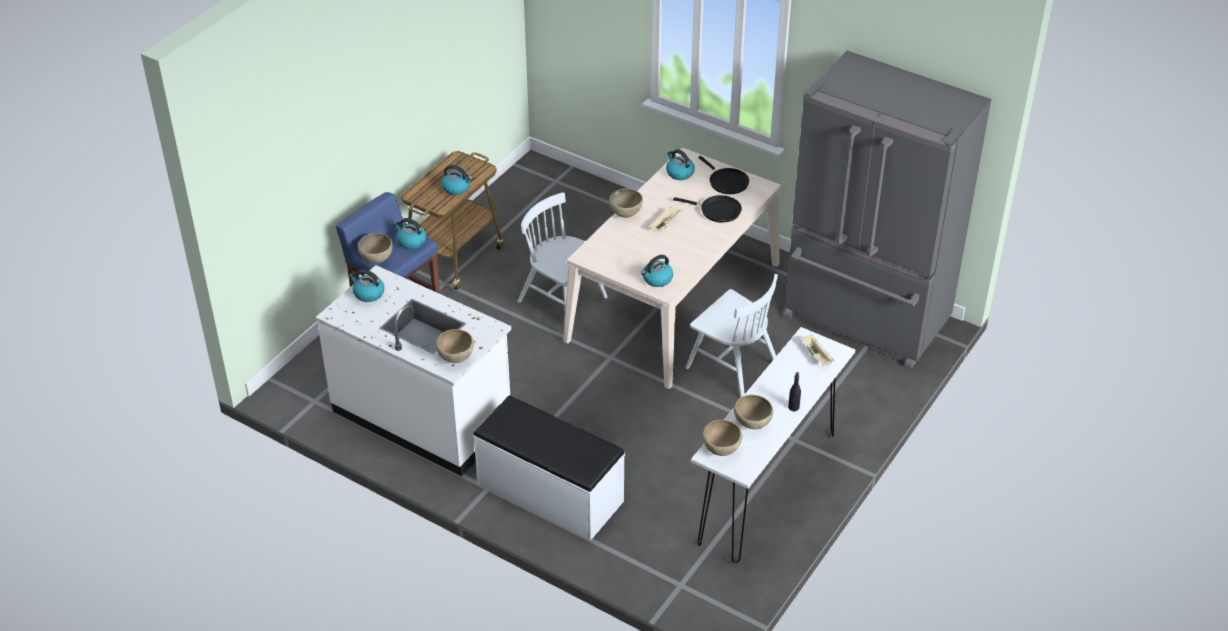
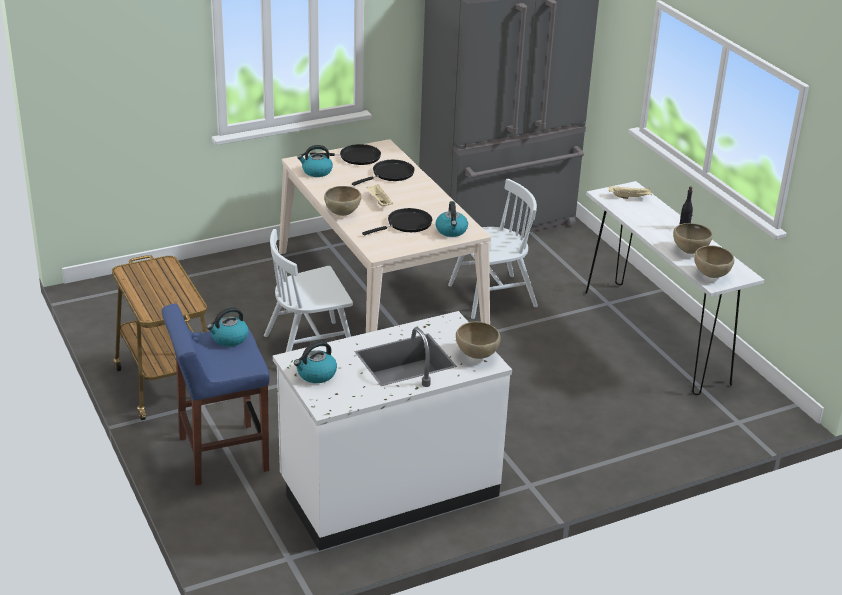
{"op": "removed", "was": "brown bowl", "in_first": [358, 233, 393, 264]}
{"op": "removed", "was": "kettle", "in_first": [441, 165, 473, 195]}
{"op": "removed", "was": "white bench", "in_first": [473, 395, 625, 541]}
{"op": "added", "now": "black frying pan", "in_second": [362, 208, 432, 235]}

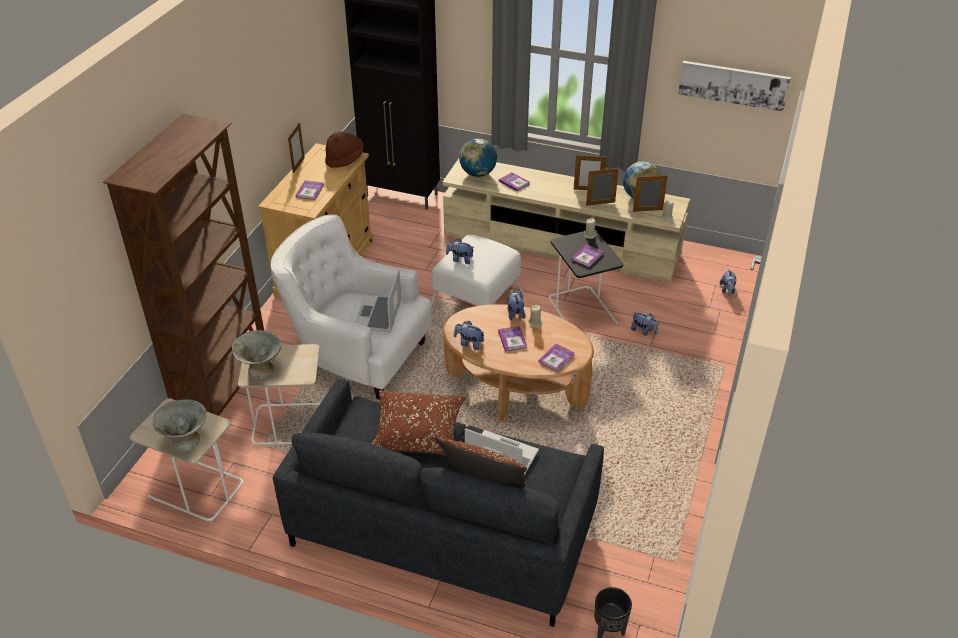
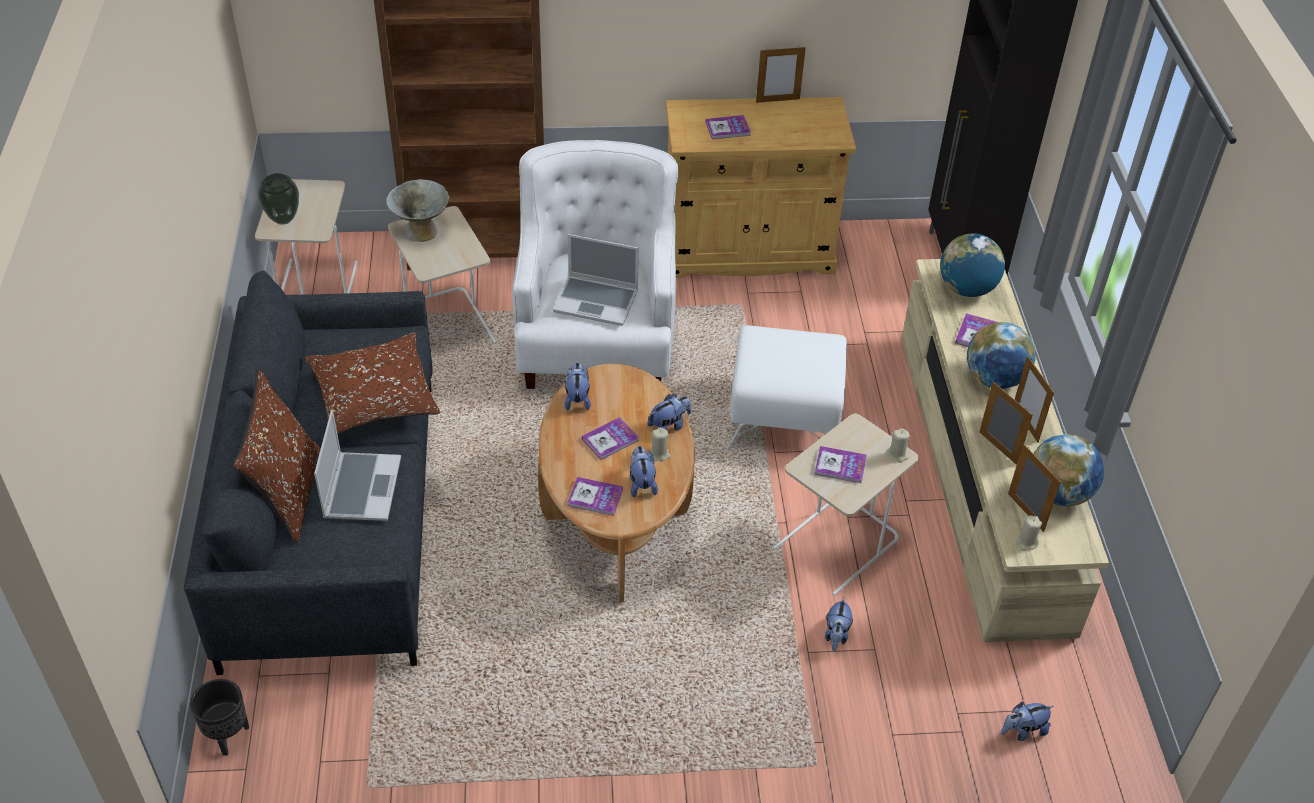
{"op": "replaced", "was": "grey bowl", "now": "vase", "in_first": [153, 399, 207, 452], "in_second": [258, 173, 299, 225]}
{"op": "removed", "was": "brown hat", "in_first": [325, 131, 363, 168]}
{"op": "turned", "was": "laptop", "in_first": [354, 269, 402, 333], "in_second": [553, 234, 639, 326], "clockwise": -150}
{"op": "moved", "was": "plush toy", "in_first": [446, 238, 475, 264], "in_second": [630, 446, 658, 497]}
{"op": "recoloured", "was": "black side table", "now": "beige side table", "in_first": [548, 230, 623, 324], "in_second": [772, 414, 919, 596]}
{"op": "removed", "was": "picture", "in_first": [678, 61, 791, 111]}
{"op": "added", "now": "globe", "in_second": [967, 322, 1035, 389]}

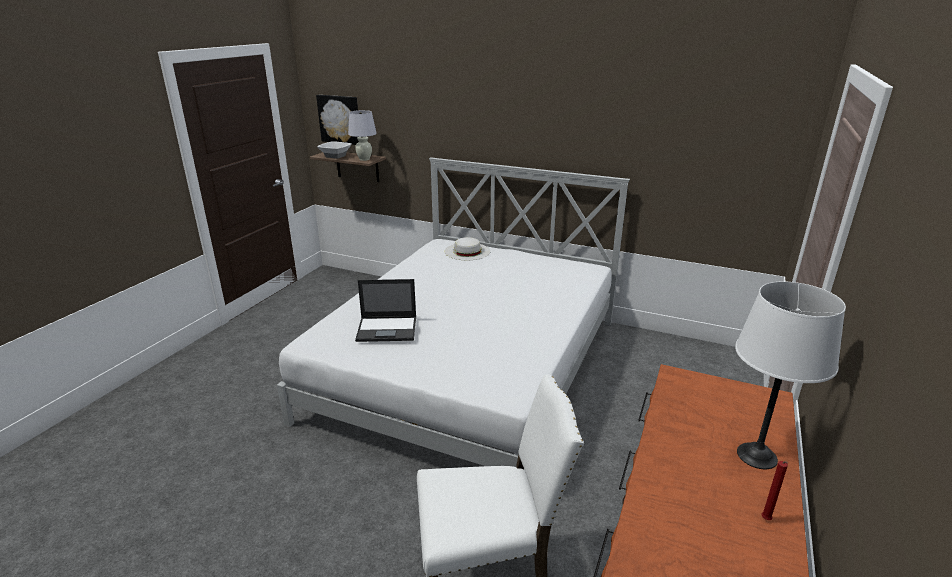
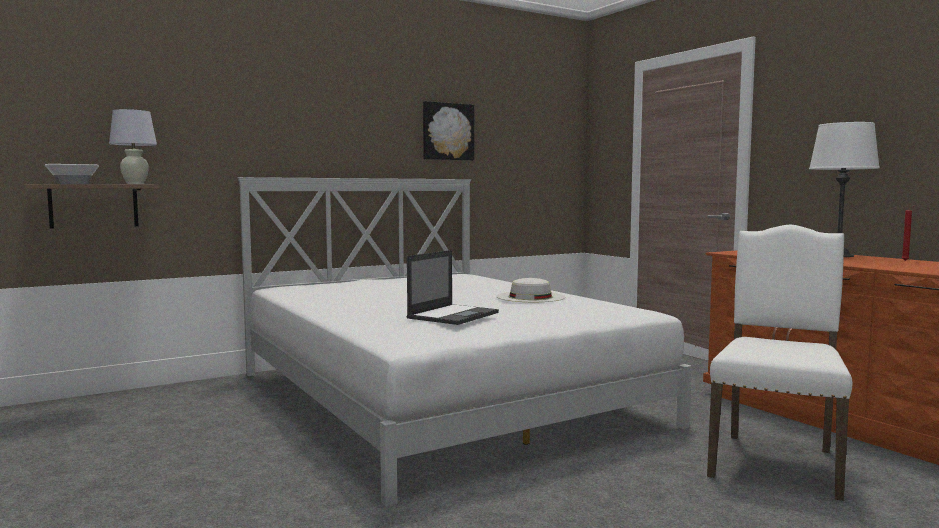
{"op": "moved", "was": "picture", "in_first": [316, 95, 359, 145], "in_second": [423, 101, 474, 161]}
{"op": "moved", "was": "white hat", "in_first": [445, 237, 490, 260], "in_second": [496, 278, 565, 302]}

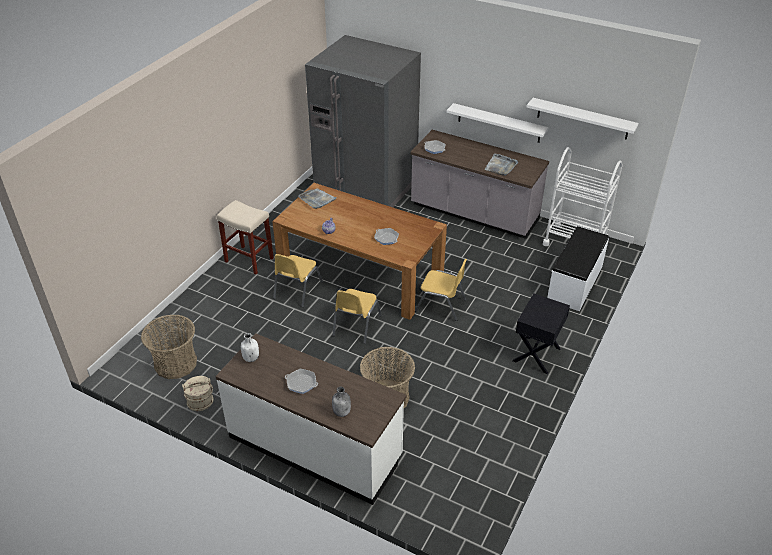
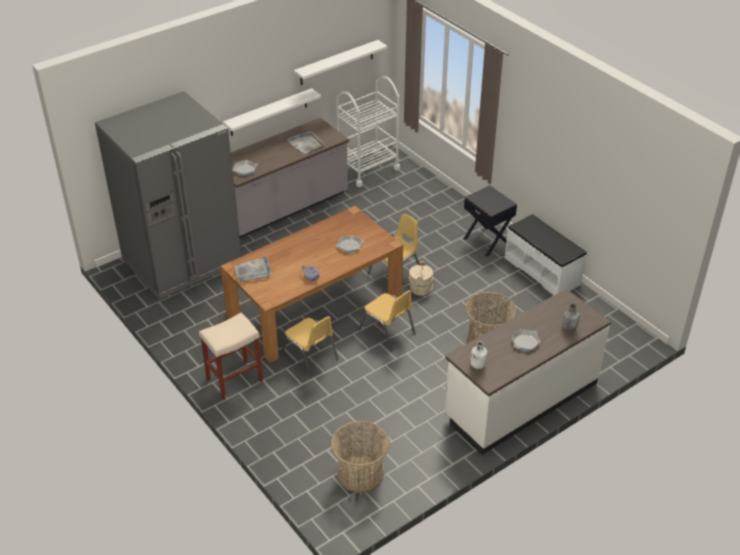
{"op": "moved", "was": "beige bucket", "in_first": [182, 376, 214, 411], "in_second": [409, 261, 434, 295]}
{"op": "moved", "was": "white bench", "in_first": [547, 226, 609, 311], "in_second": [505, 214, 587, 295]}

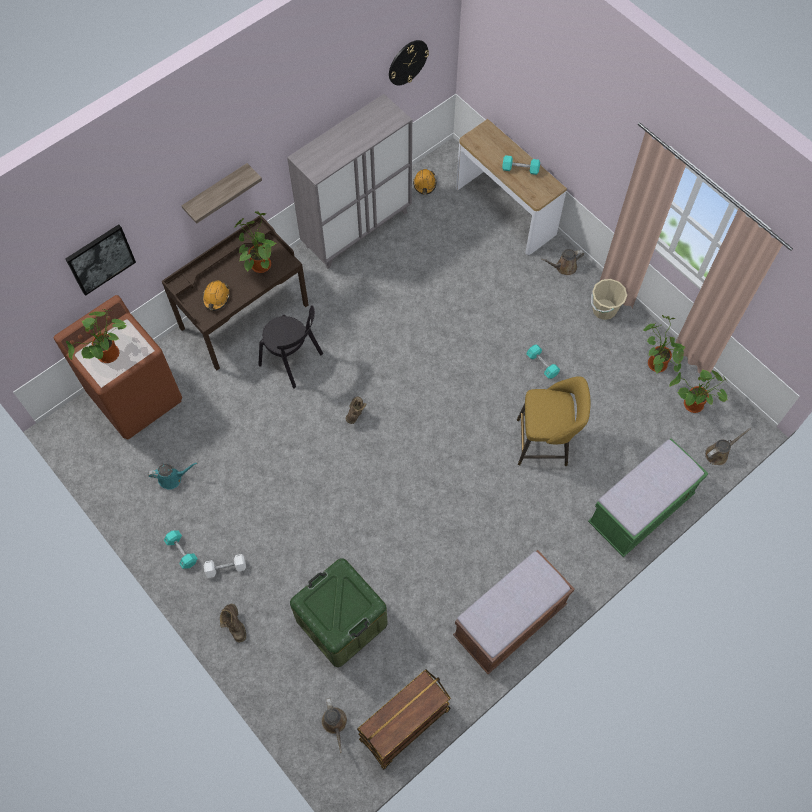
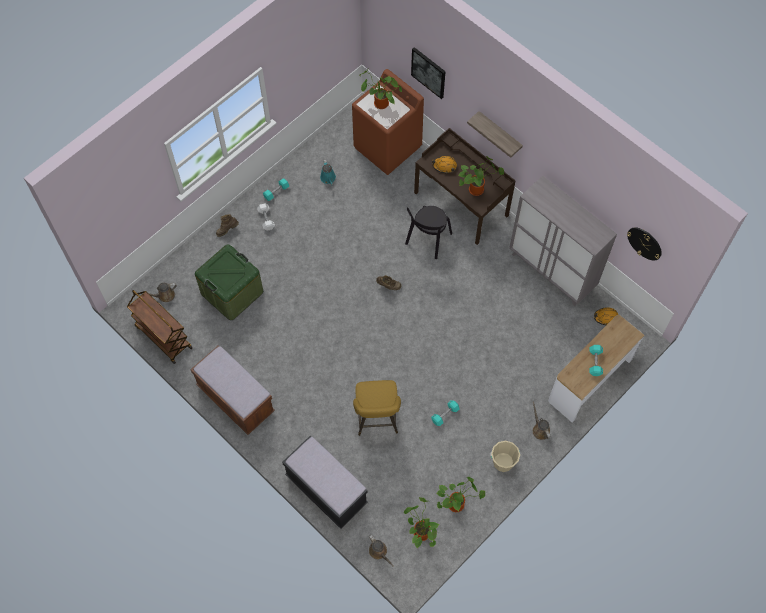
{"op": "recoloured", "was": "green bench", "now": "black bench", "in_first": [588, 439, 708, 557], "in_second": [282, 436, 368, 529]}

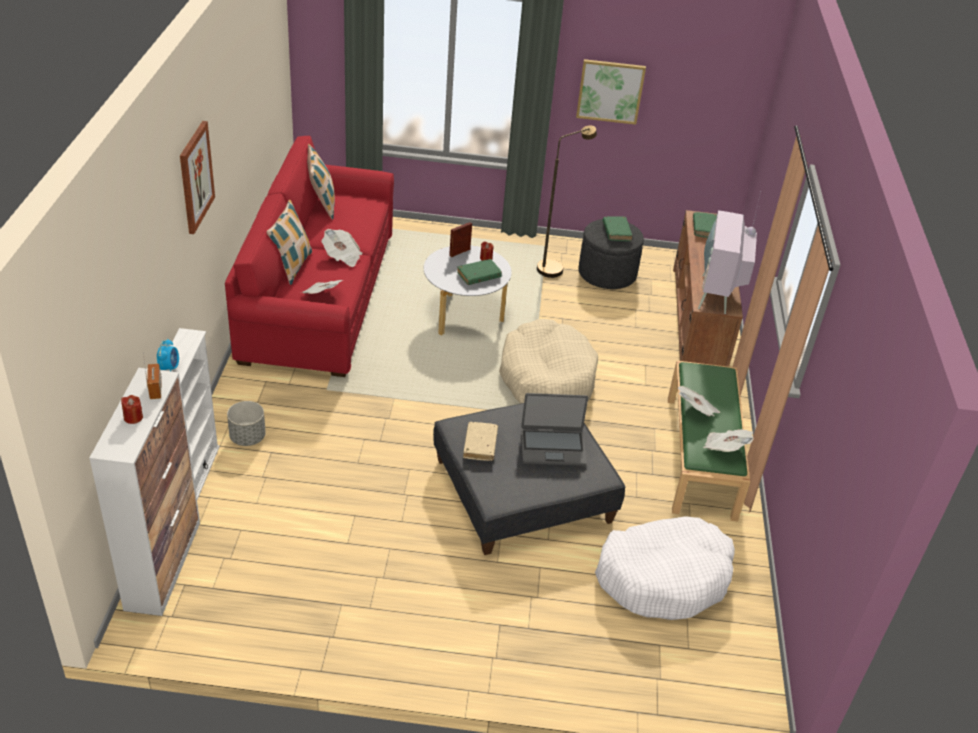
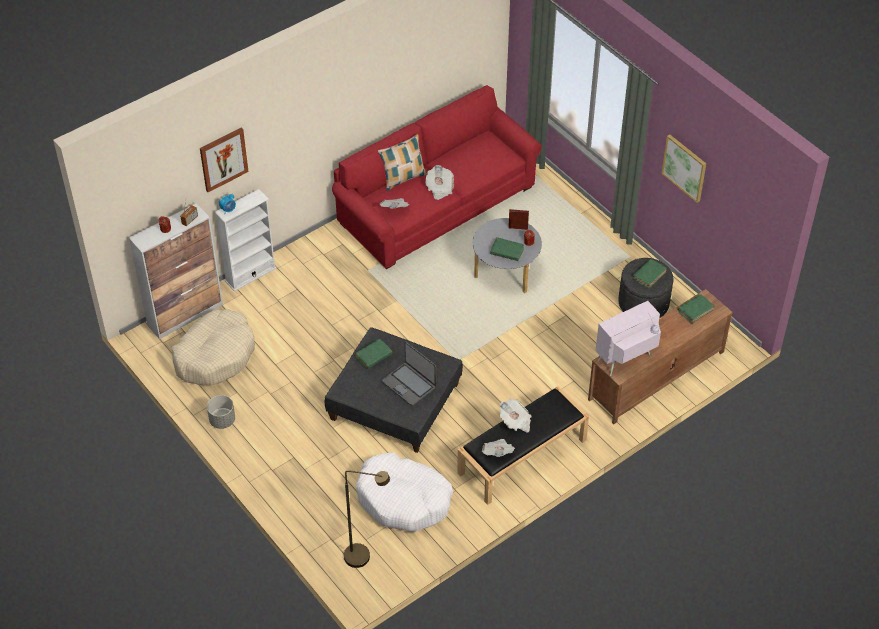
{"op": "moved", "was": "picture", "in_first": [180, 121, 215, 234], "in_second": [200, 127, 249, 192]}
{"op": "moved", "was": "grey planter", "in_first": [227, 401, 266, 446], "in_second": [207, 395, 235, 429]}
{"op": "removed", "was": "pillow", "in_first": [307, 144, 335, 220]}
{"op": "recoloured", "was": "beige book", "now": "green book", "in_first": [463, 422, 498, 461], "in_second": [355, 339, 392, 369]}
{"op": "moved", "was": "beige dog bed", "in_first": [499, 319, 598, 403], "in_second": [172, 309, 255, 385]}
{"op": "moved", "was": "brown floor lamp", "in_first": [537, 126, 597, 278], "in_second": [344, 471, 390, 568]}
{"op": "recoloured", "was": "green bench", "now": "black bench", "in_first": [668, 361, 750, 521], "in_second": [457, 386, 589, 505]}

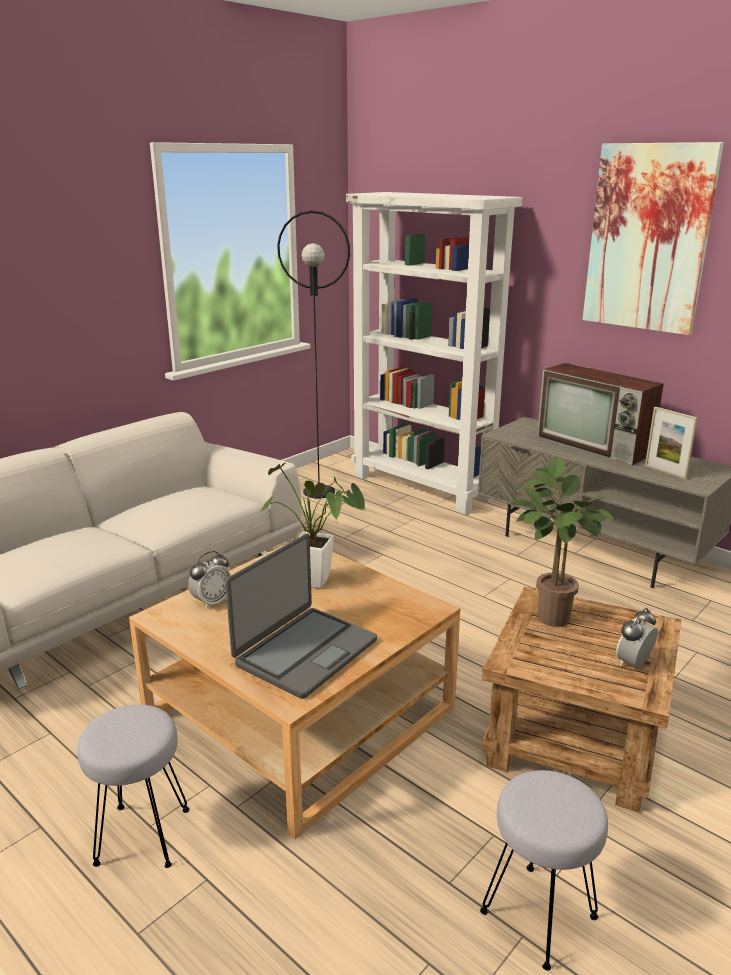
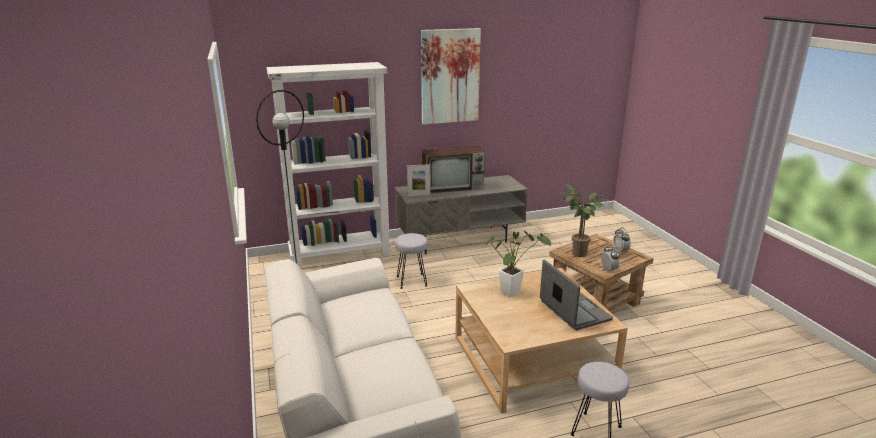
{"op": "moved", "was": "alarm clock", "in_first": [188, 551, 231, 609], "in_second": [601, 245, 620, 272]}
{"op": "moved", "was": "grey stool", "in_first": [480, 770, 608, 971], "in_second": [395, 233, 428, 289]}
{"op": "moved", "was": "picture frame", "in_first": [645, 407, 698, 479], "in_second": [407, 164, 430, 196]}

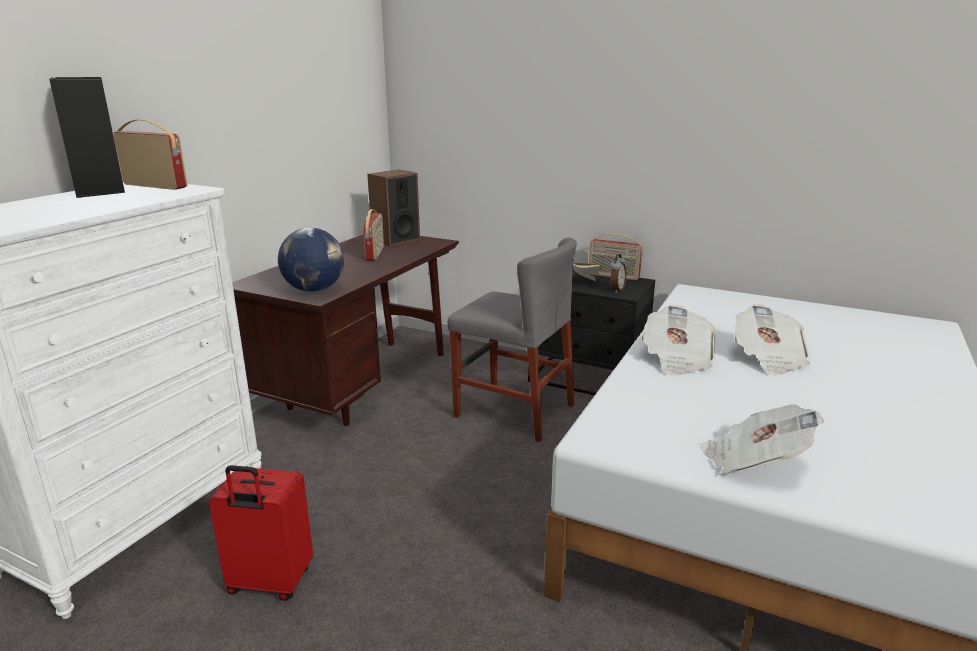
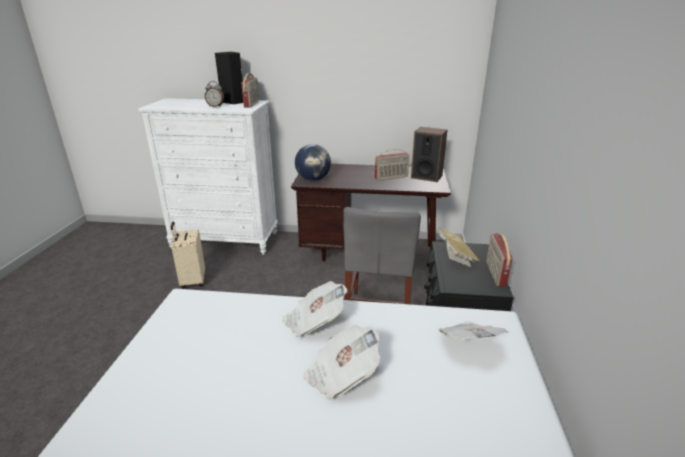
{"op": "recoloured", "was": "red suitcase", "now": "beige suitcase", "in_first": [209, 465, 313, 601], "in_second": [171, 222, 205, 289]}
{"op": "moved", "was": "alarm clock", "in_first": [610, 254, 626, 293], "in_second": [205, 81, 224, 107]}
{"op": "moved", "was": "newspaper", "in_first": [700, 404, 824, 474], "in_second": [439, 321, 509, 340]}

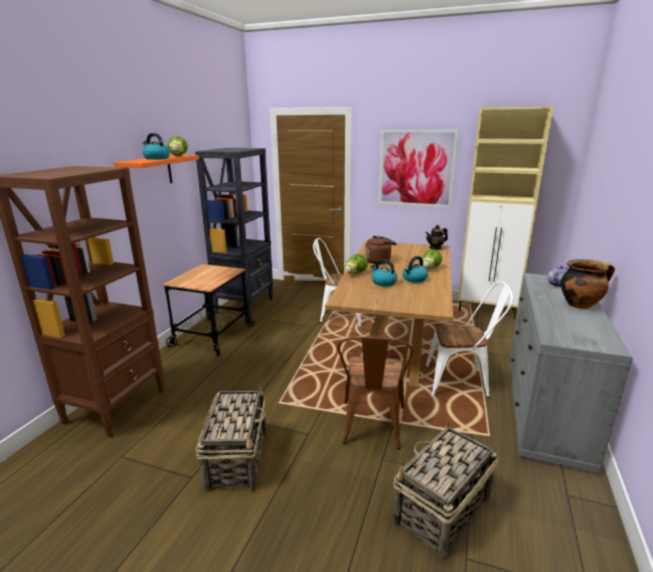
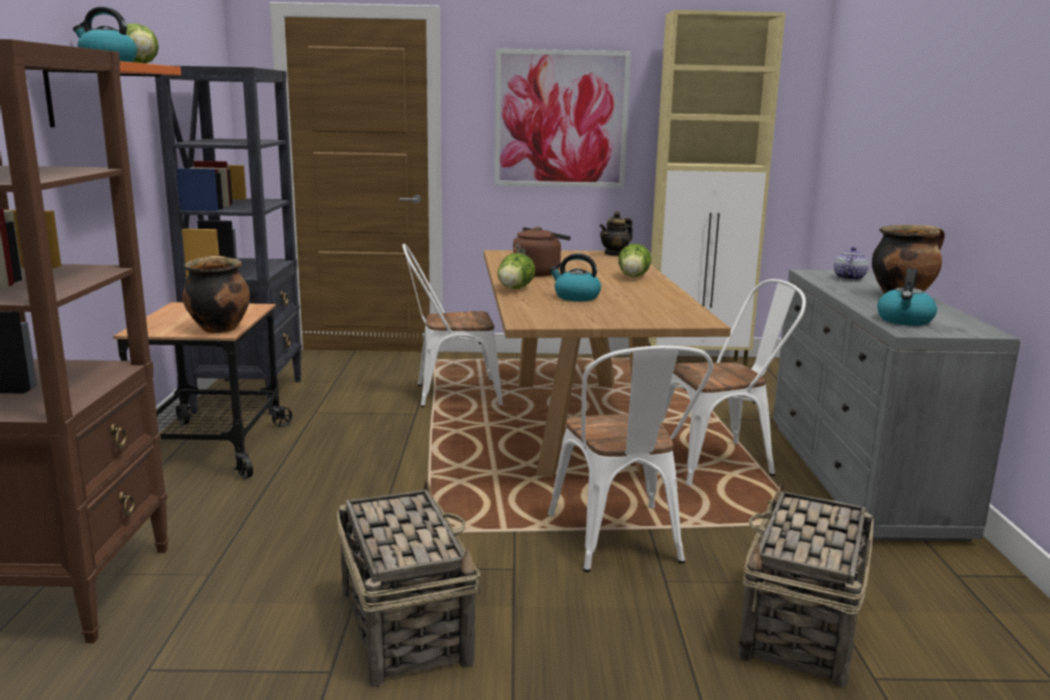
{"op": "recoloured", "was": "brown chair", "now": "white chair", "in_first": [337, 337, 413, 449], "in_second": [548, 346, 713, 572]}
{"op": "moved", "was": "kettle", "in_first": [402, 256, 428, 283], "in_second": [877, 268, 937, 326]}
{"op": "added", "now": "cooking pot", "in_second": [182, 256, 250, 333]}

